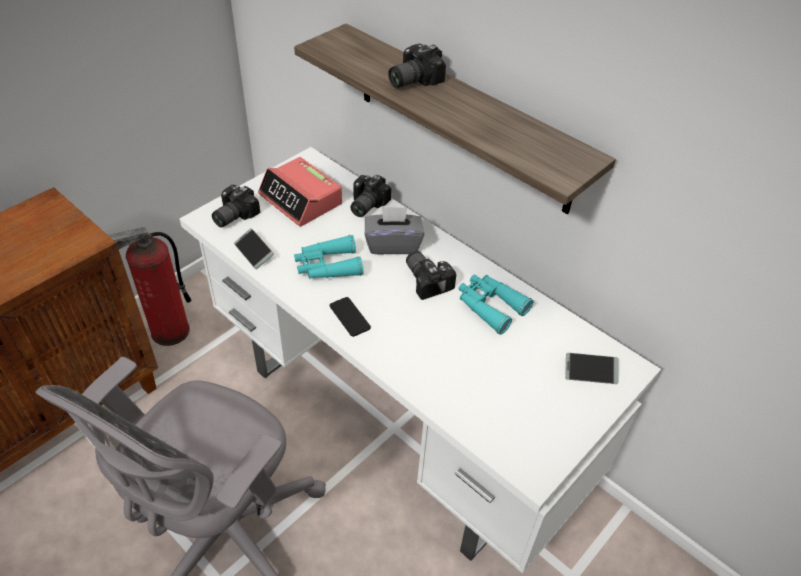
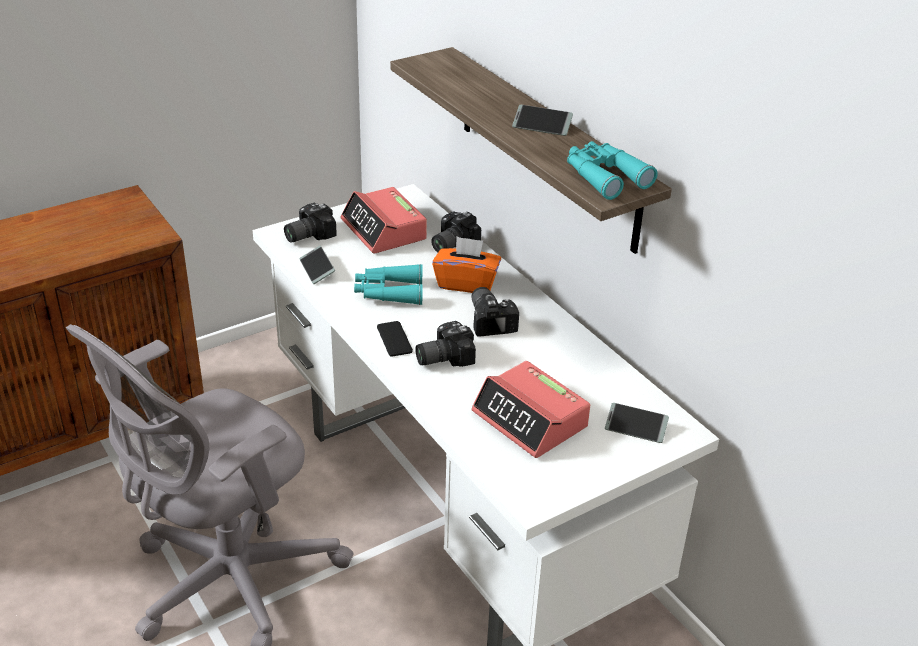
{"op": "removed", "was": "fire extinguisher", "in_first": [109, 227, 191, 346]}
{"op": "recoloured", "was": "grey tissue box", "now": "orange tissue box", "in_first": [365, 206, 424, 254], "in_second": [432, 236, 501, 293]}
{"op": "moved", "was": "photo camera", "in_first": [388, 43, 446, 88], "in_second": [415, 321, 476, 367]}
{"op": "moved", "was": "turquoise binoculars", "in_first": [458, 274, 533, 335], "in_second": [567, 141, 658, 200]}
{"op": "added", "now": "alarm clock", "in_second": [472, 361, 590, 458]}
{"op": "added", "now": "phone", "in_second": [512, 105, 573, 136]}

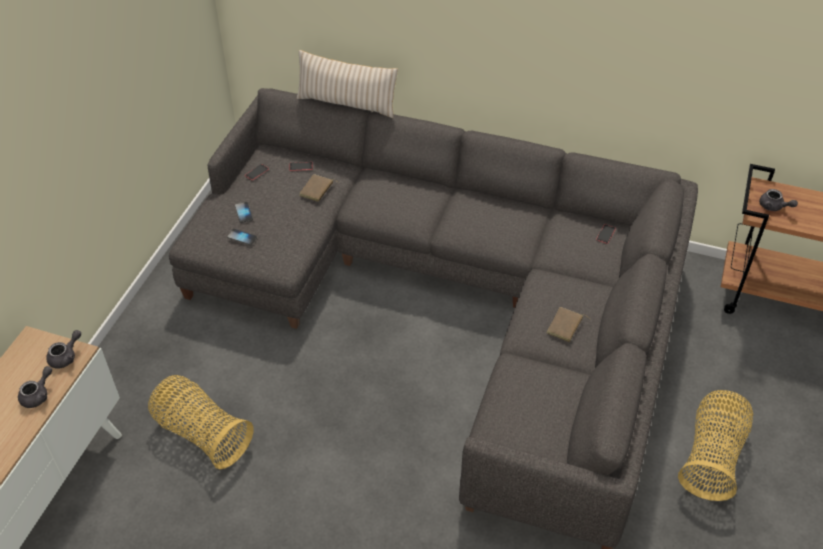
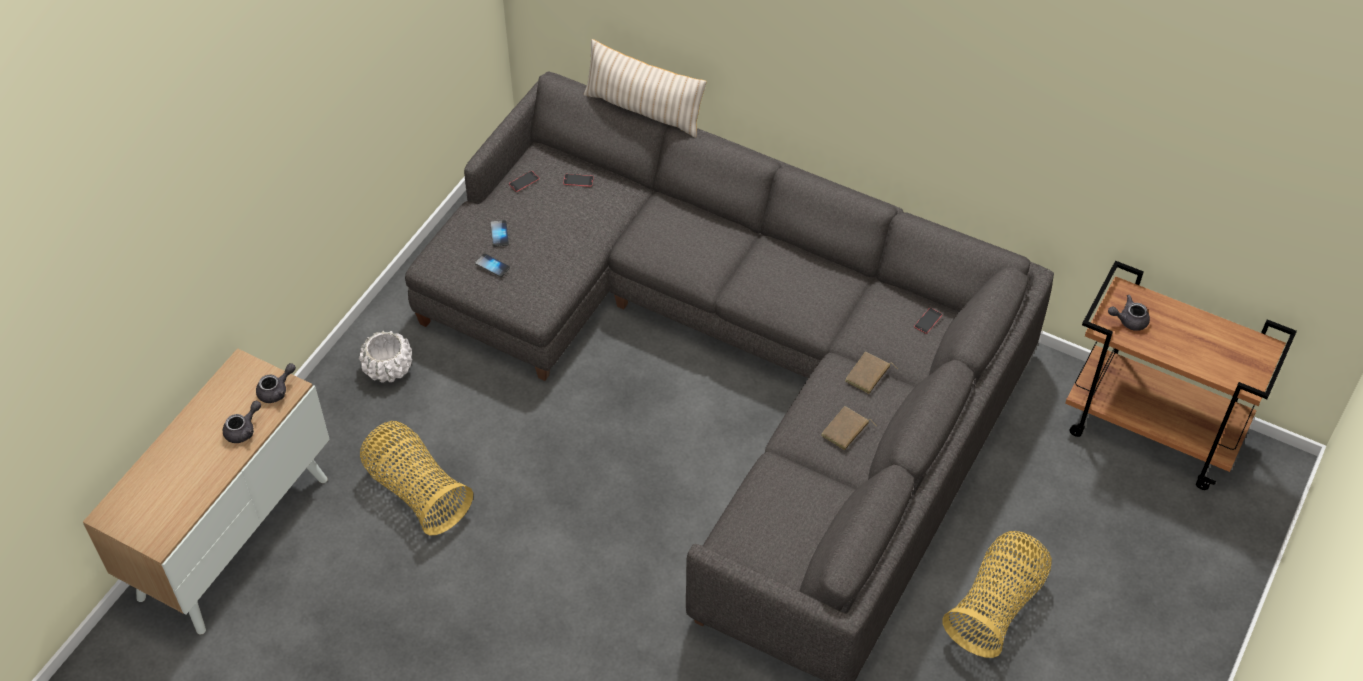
{"op": "moved", "was": "brown book", "in_first": [299, 174, 339, 202], "in_second": [845, 352, 898, 394]}
{"op": "turned", "was": "grey teapot", "in_first": [759, 189, 798, 211], "in_second": [1108, 295, 1150, 331], "clockwise": 120}
{"op": "added", "now": "white planter", "in_second": [359, 331, 412, 383]}

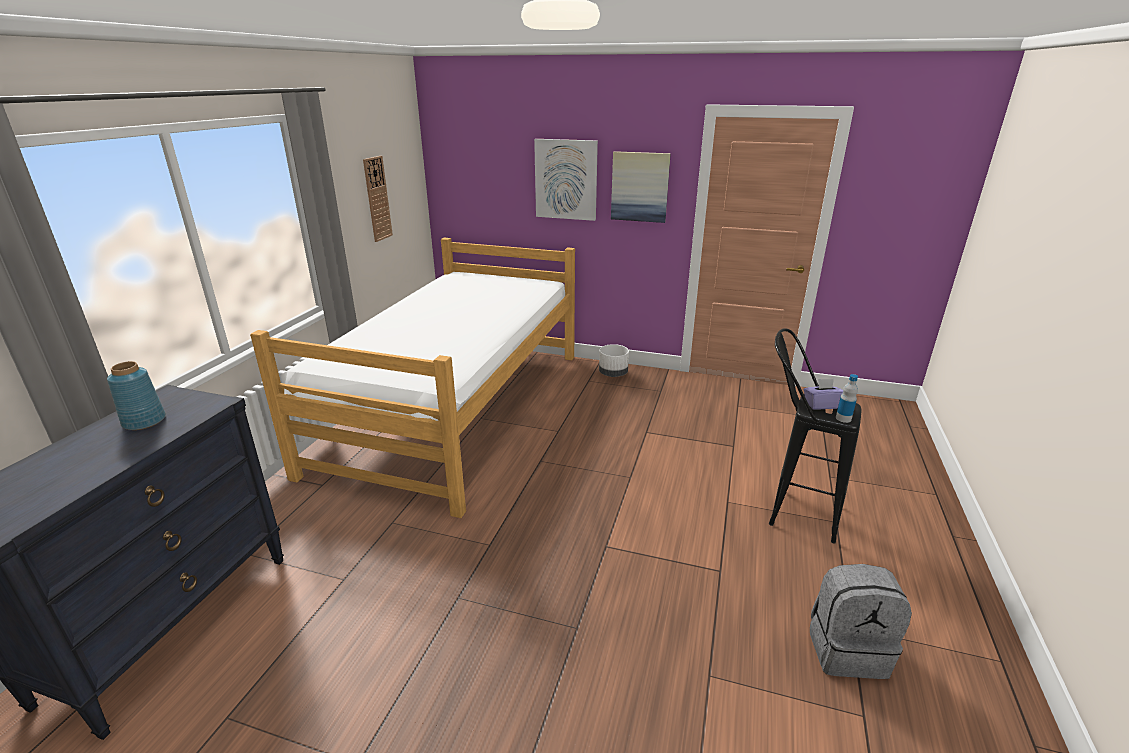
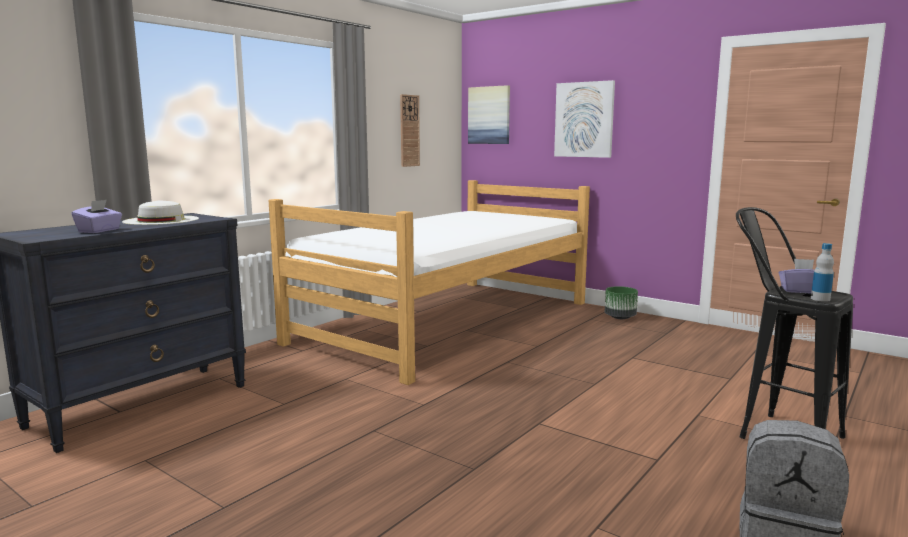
{"op": "replaced", "was": "blue vase", "now": "white hat", "in_first": [107, 361, 166, 430], "in_second": [122, 200, 199, 225]}
{"op": "recoloured", "was": "white planter", "now": "green planter", "in_first": [599, 344, 629, 377], "in_second": [605, 286, 638, 319]}
{"op": "moved", "was": "picture", "in_first": [611, 151, 671, 223], "in_second": [468, 85, 510, 144]}
{"op": "added", "now": "purple tissue box", "in_second": [71, 200, 122, 233]}

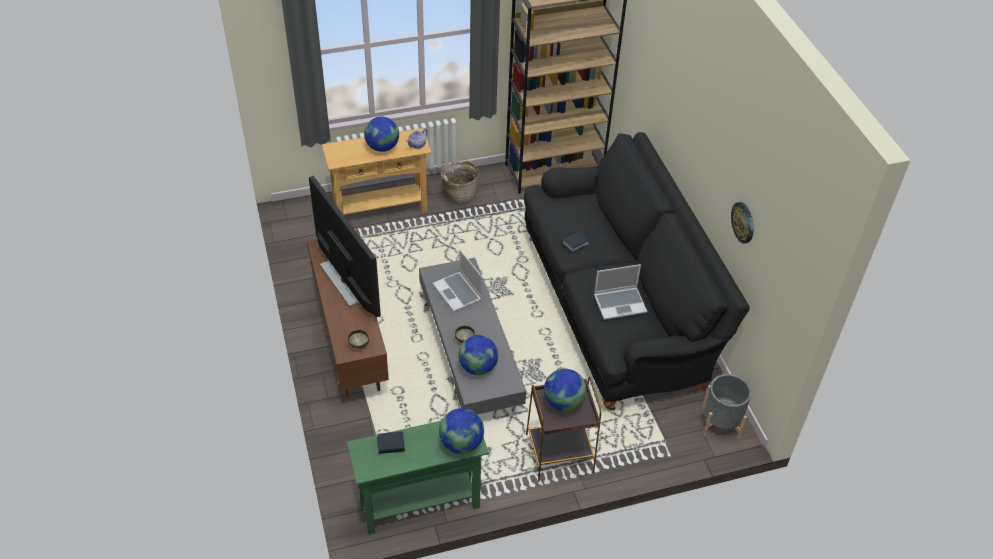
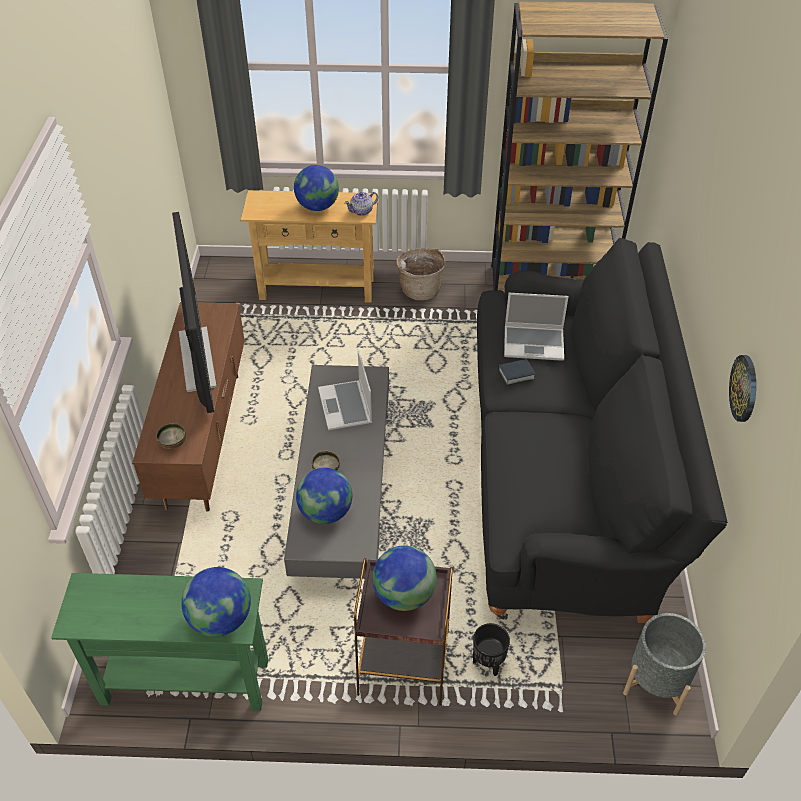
{"op": "removed", "was": "book", "in_first": [377, 431, 405, 454]}
{"op": "moved", "was": "laptop", "in_first": [594, 264, 647, 320], "in_second": [504, 293, 569, 361]}
{"op": "added", "now": "black planter", "in_second": [473, 623, 510, 676]}

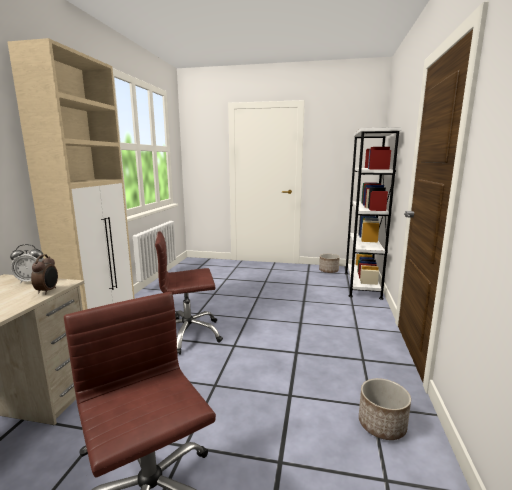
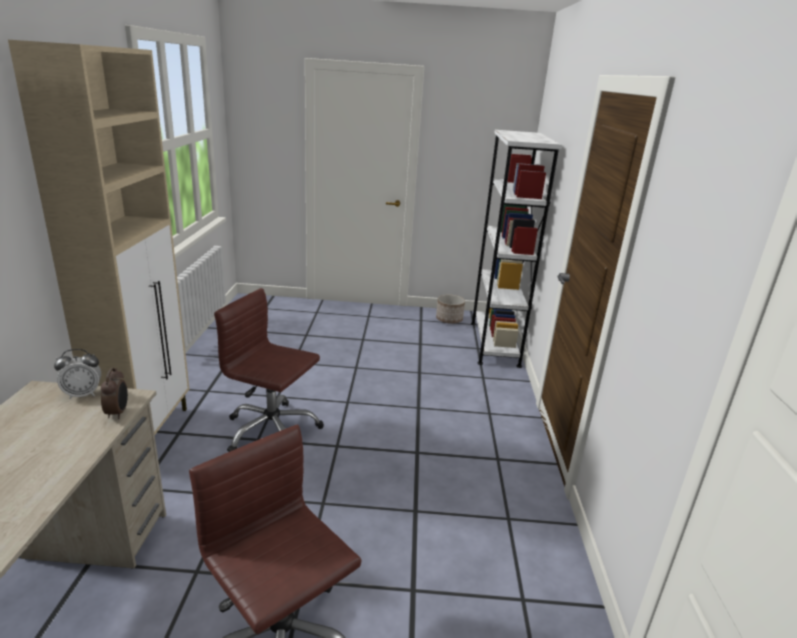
{"op": "turned", "was": "brown office chair", "in_first": [155, 231, 223, 355], "in_second": [214, 288, 324, 452], "clockwise": 45}
{"op": "removed", "was": "planter", "in_first": [359, 378, 411, 440]}

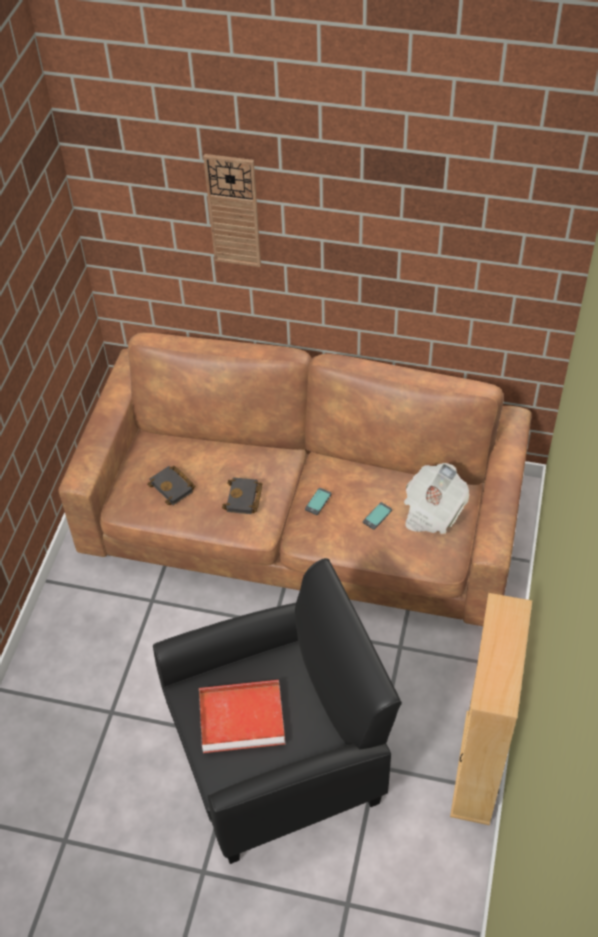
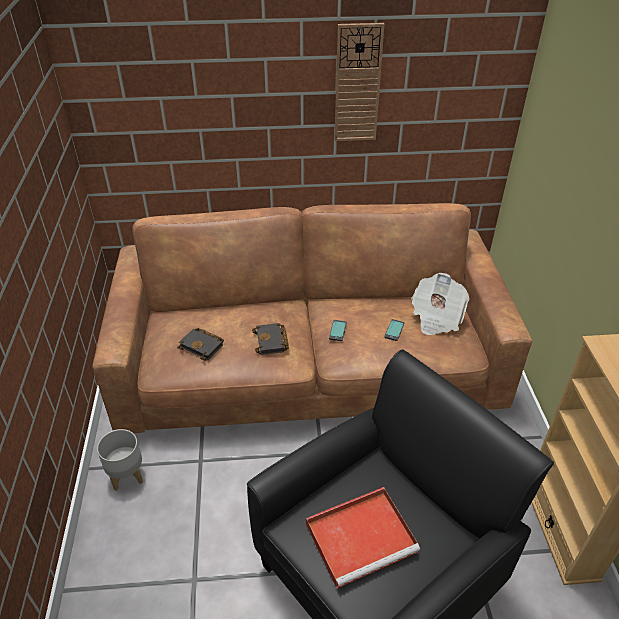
{"op": "moved", "was": "wall clock", "in_first": [203, 154, 261, 267], "in_second": [334, 23, 384, 141]}
{"op": "added", "now": "grey planter", "in_second": [97, 429, 143, 491]}

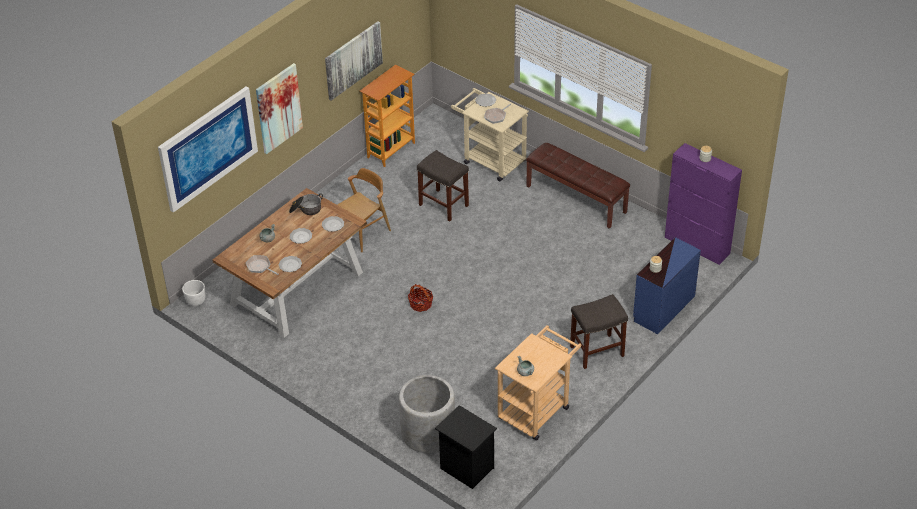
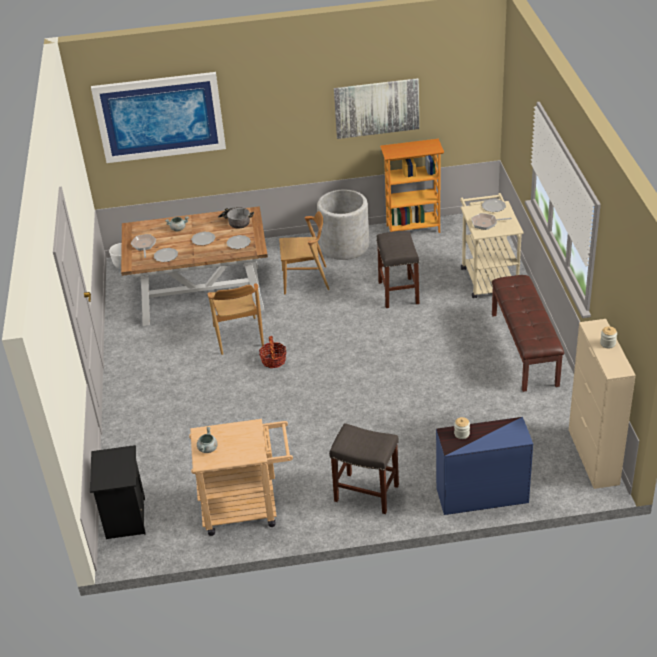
{"op": "removed", "was": "picture", "in_first": [256, 63, 303, 154]}
{"op": "moved", "was": "grey planter", "in_first": [399, 375, 455, 453], "in_second": [317, 190, 369, 260]}
{"op": "recoloured", "was": "purple cabinet", "now": "beige cabinet", "in_first": [665, 143, 742, 265], "in_second": [569, 319, 636, 489]}
{"op": "added", "now": "brown chair", "in_second": [208, 283, 264, 355]}

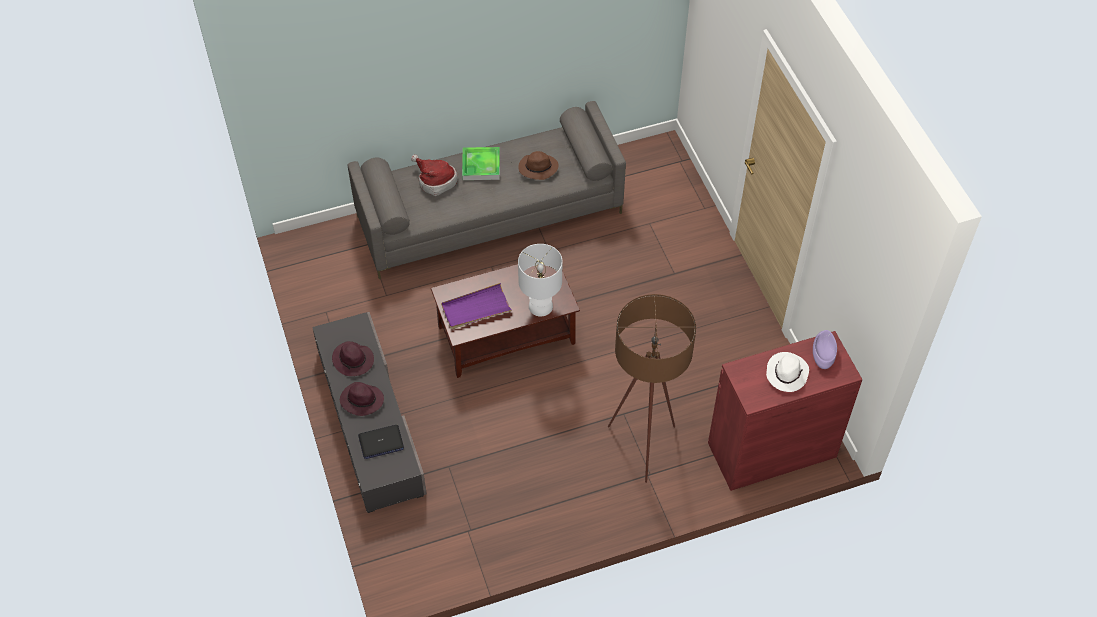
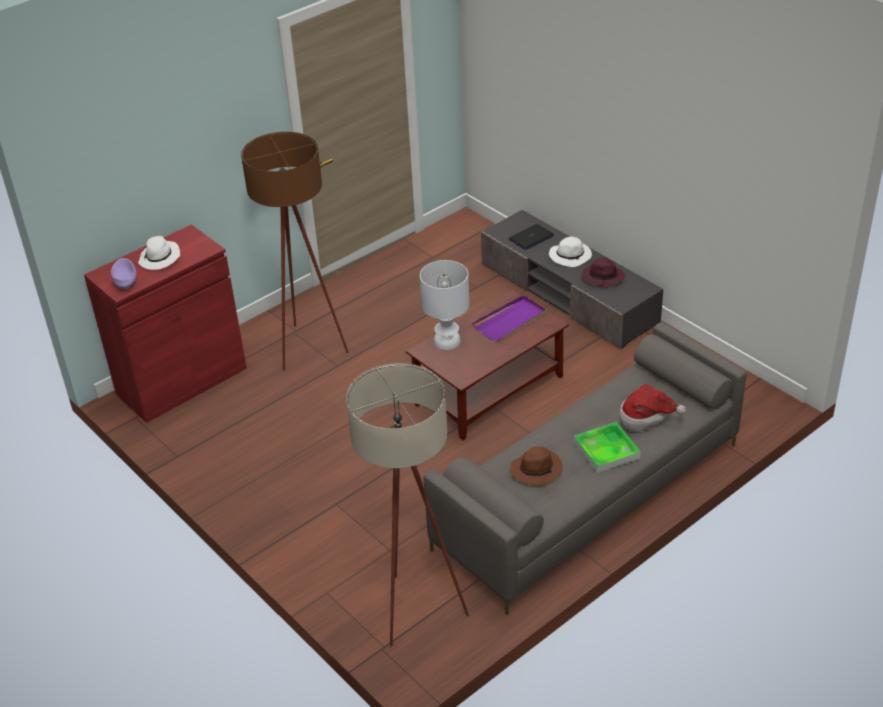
{"op": "recoloured", "was": "purple hat", "now": "white hat", "in_first": [340, 382, 384, 416], "in_second": [549, 237, 592, 267]}
{"op": "added", "now": "beige floor lamp", "in_second": [346, 363, 469, 647]}

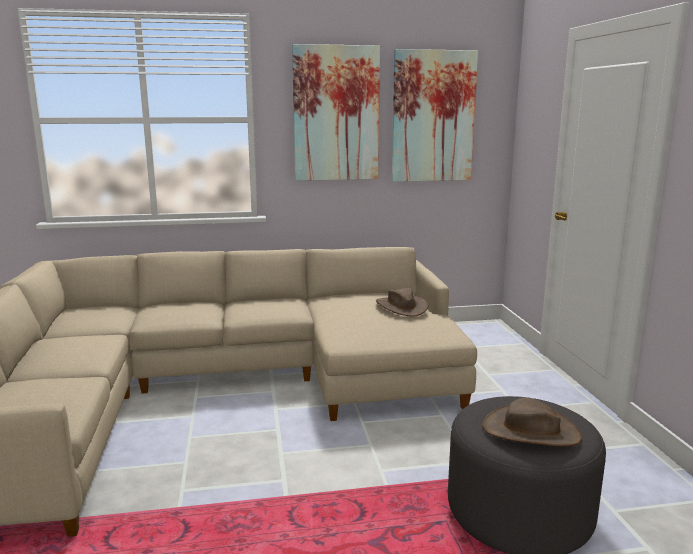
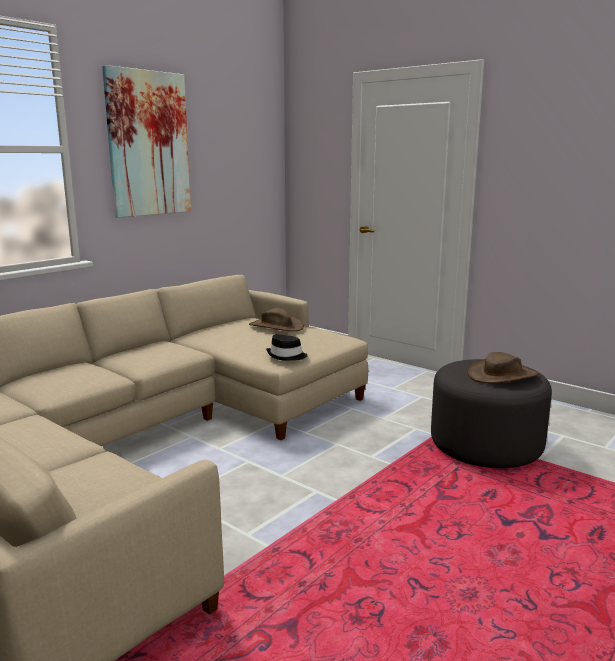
{"op": "removed", "was": "picture", "in_first": [392, 49, 478, 182]}
{"op": "added", "now": "black hat", "in_second": [266, 334, 308, 361]}

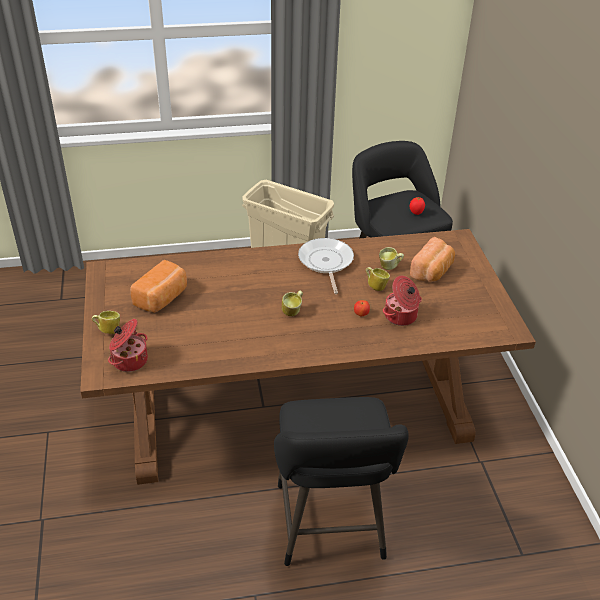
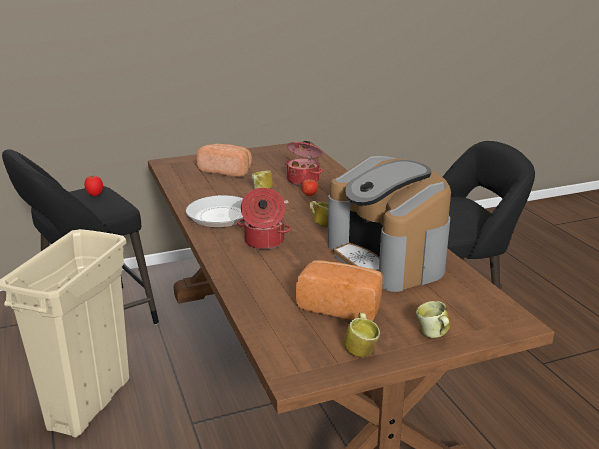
{"op": "moved", "was": "cooking pot", "in_first": [108, 319, 148, 372], "in_second": [237, 188, 291, 249]}
{"op": "moved", "was": "mug", "in_first": [379, 247, 404, 270], "in_second": [344, 313, 380, 357]}
{"op": "added", "now": "coffee machine", "in_second": [327, 156, 451, 292]}

